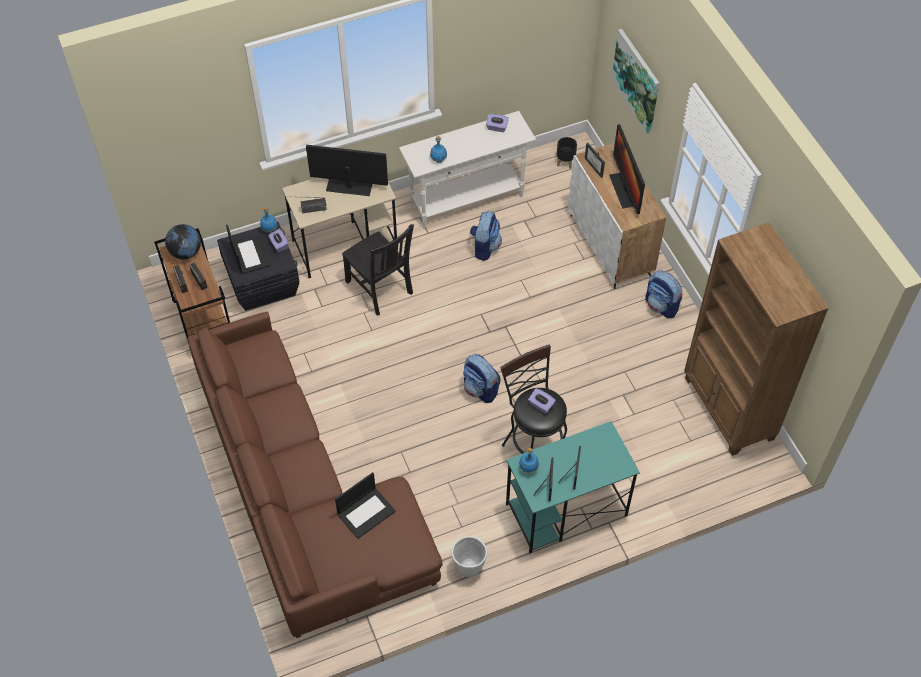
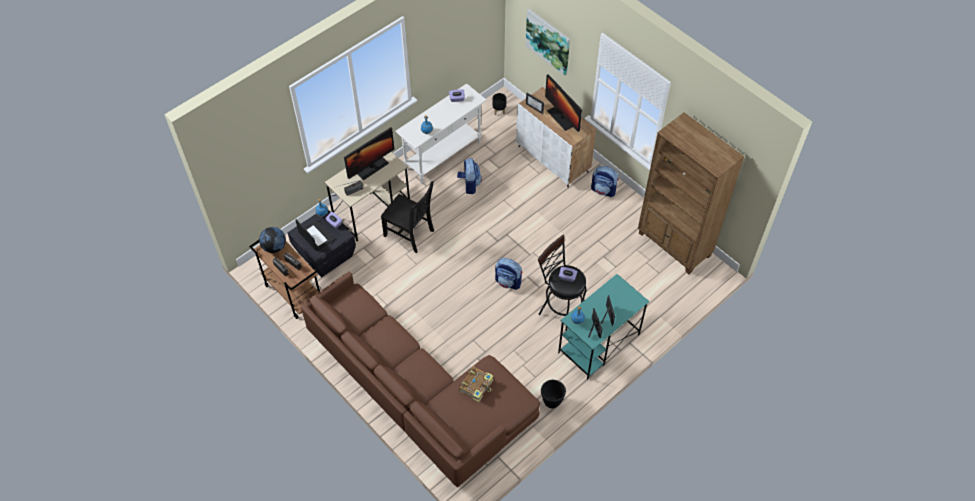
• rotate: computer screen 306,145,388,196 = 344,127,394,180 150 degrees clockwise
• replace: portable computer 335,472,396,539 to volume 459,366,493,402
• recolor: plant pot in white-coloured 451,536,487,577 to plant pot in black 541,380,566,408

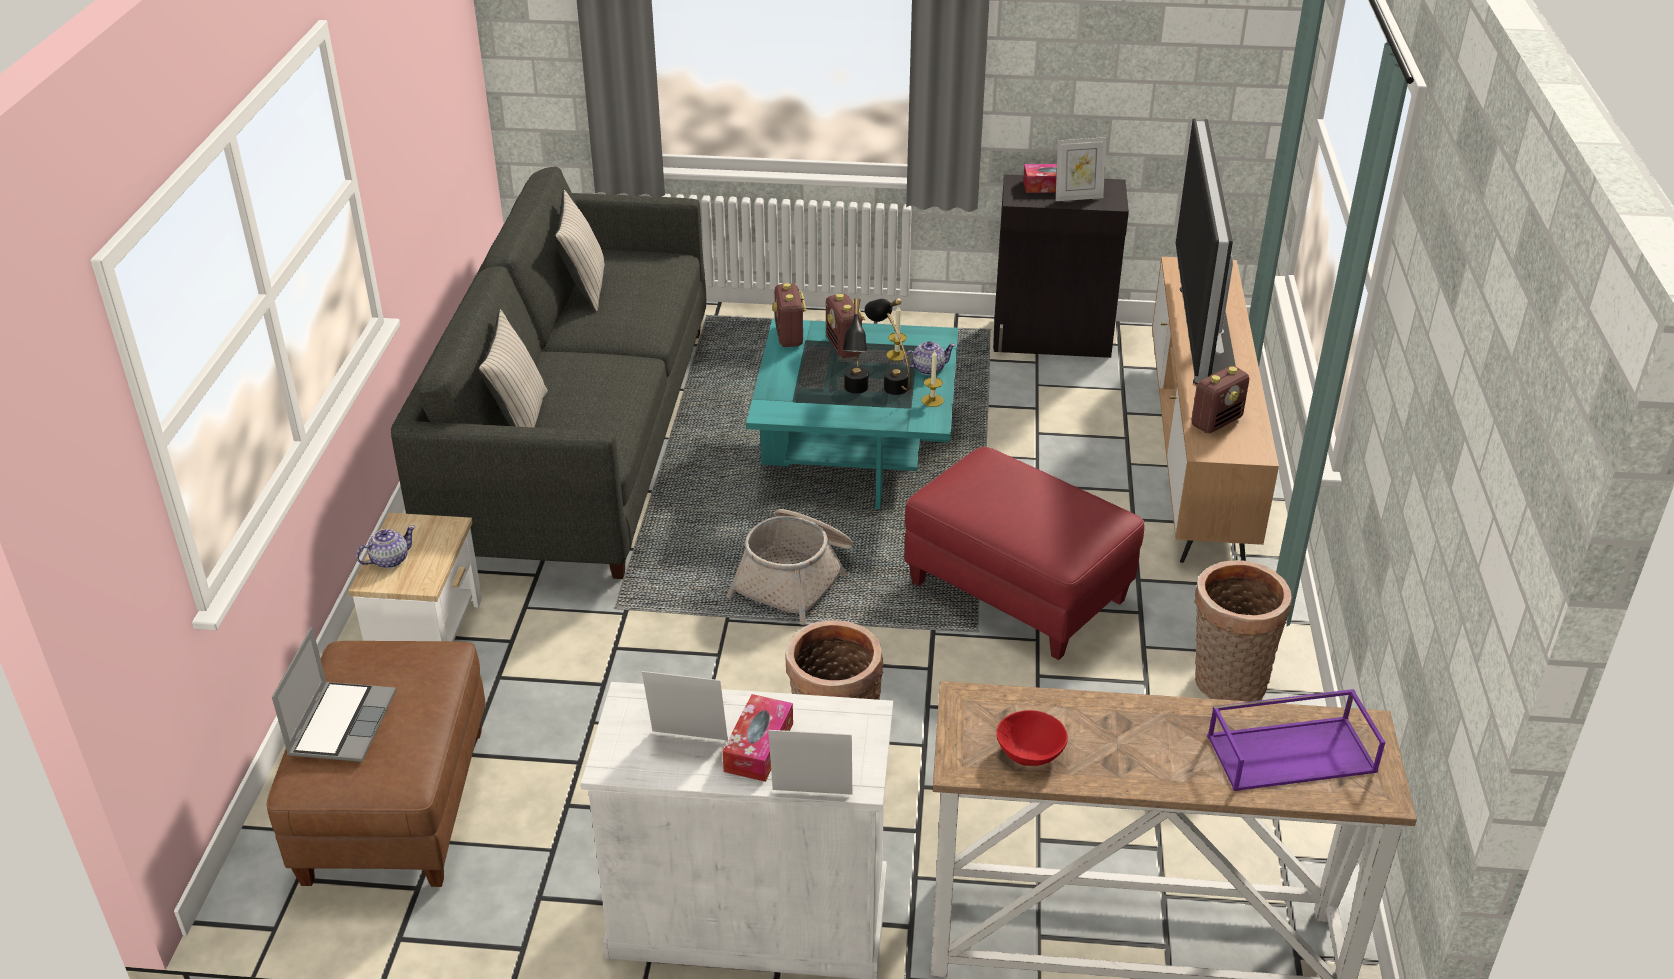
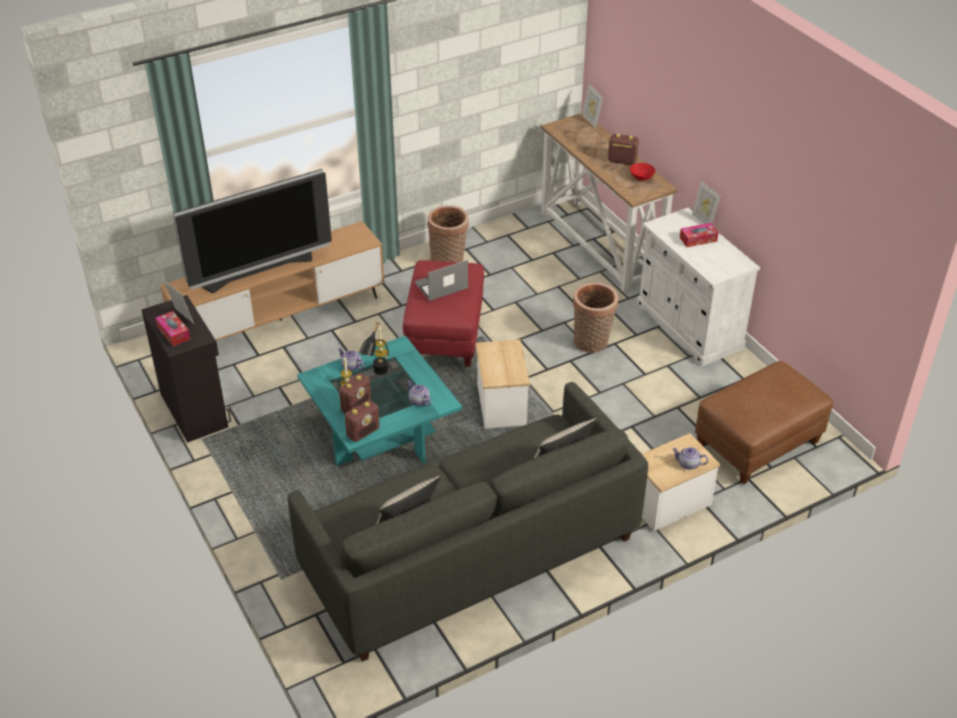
• move: portable computer 272,627,396,762 to 414,260,468,301
• move: standing frame 642,671,728,741 to 582,84,603,128
• replace: storage basket 727,509,853,625 to accent table 476,339,530,429
• delete: lamp for a table in black 843,298,868,394
• move: radio set 1191,366,1249,434 to 608,134,639,165
• delete: tray in purple-coloured 1207,689,1386,791
• insert: pot for tea 407,381,431,406

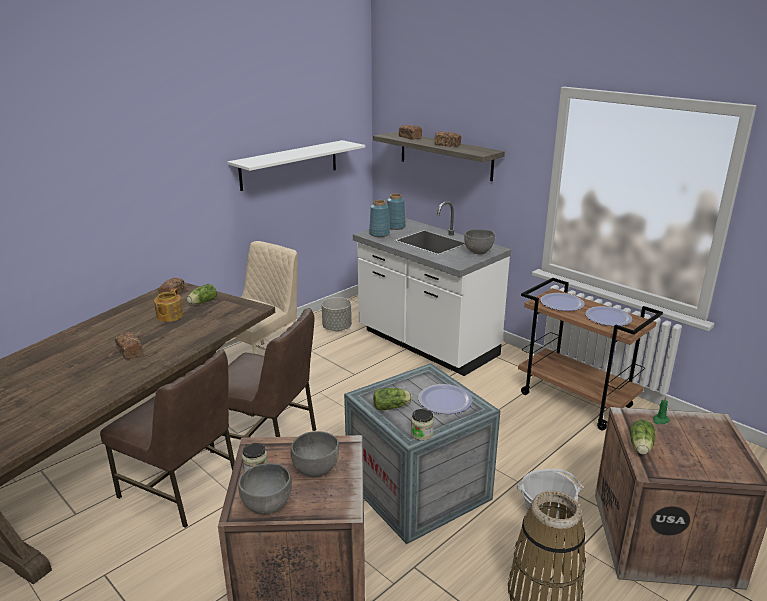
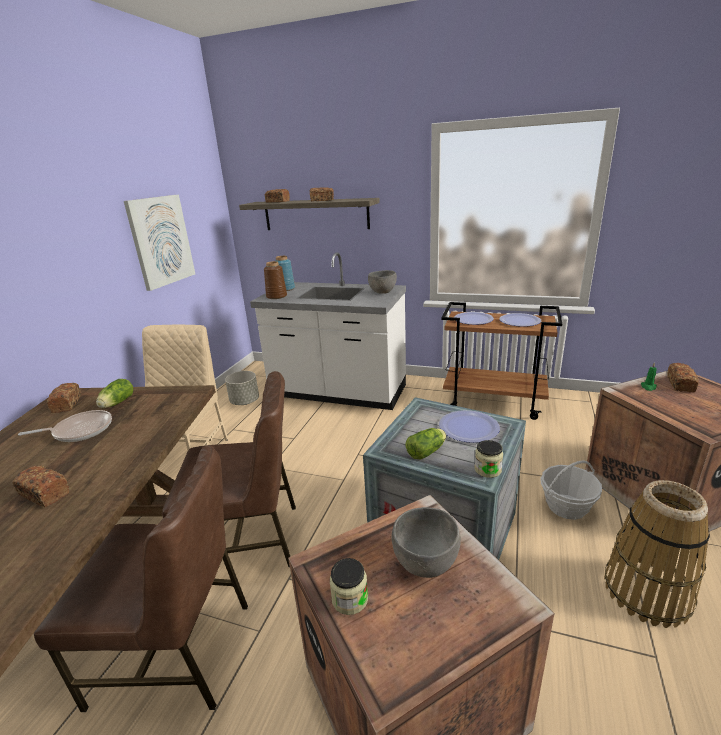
• replace: pot for tea 154,288,183,322 to pan 18,410,112,442
• replace: shelf in white-coloured 227,140,365,191 to picture 124,195,195,291
• delete: serving bowl in grey 238,463,292,515
• recolor: flower vase in bluish 369,200,390,237 to flower vase in brownish 264,261,287,299
• delete: head of lettuce 630,420,655,455
• insert: baked bread 667,363,699,393

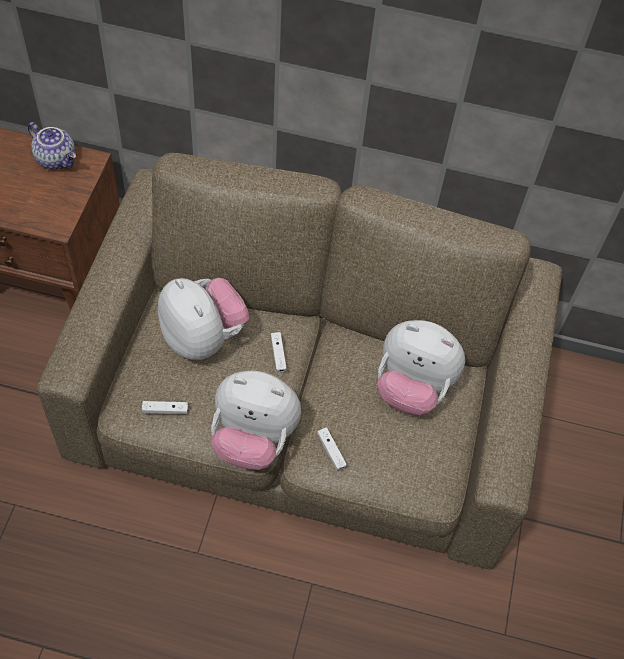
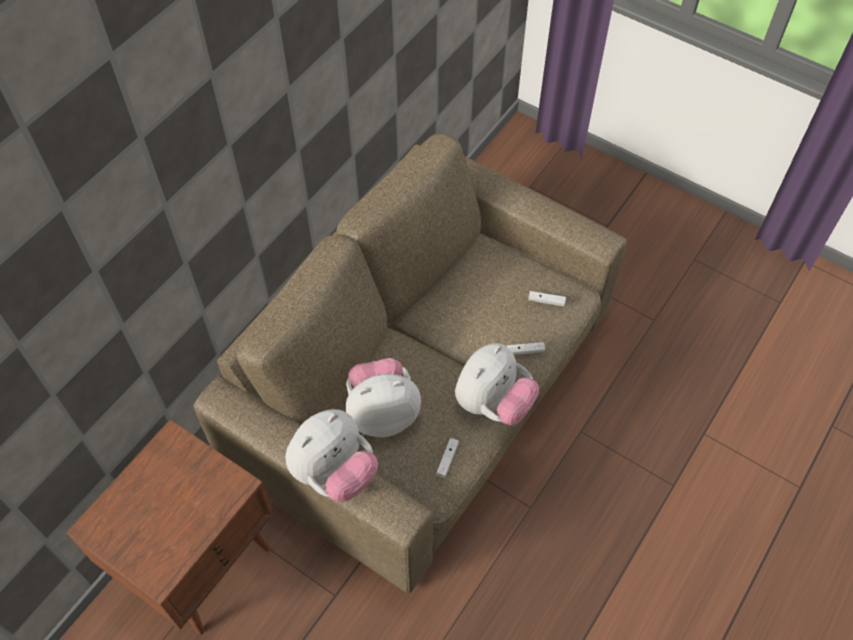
• delete: pot for tea 28,122,76,170
• move: game controller in white-coloured 271,332,287,373 to 528,291,566,306
• move: cuddly toy 378,320,465,415 to 285,409,378,502

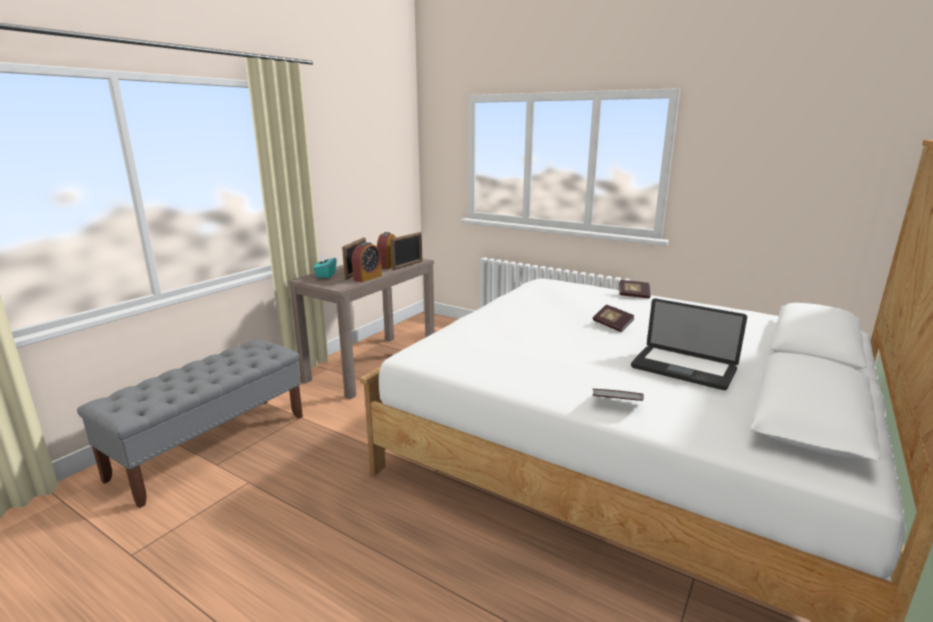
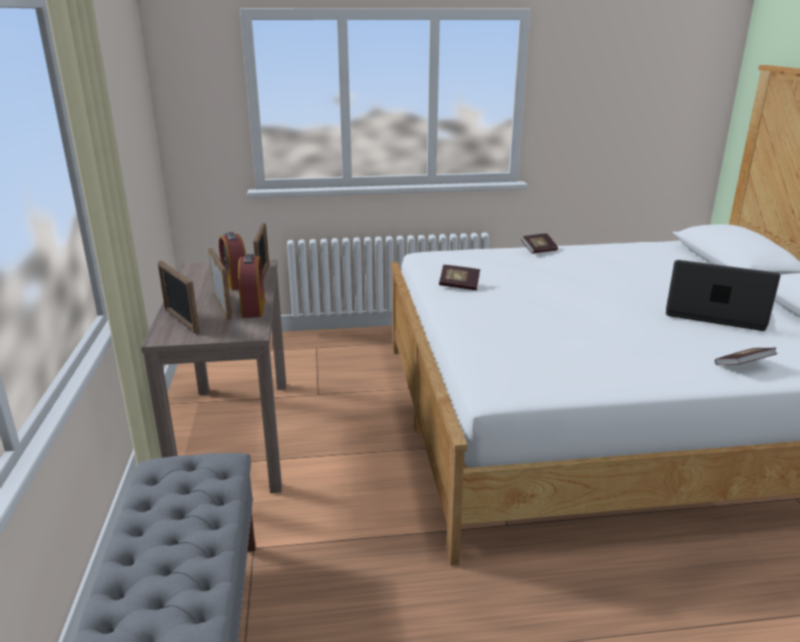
• replace: tissue box in turquoise-coloured 313,254,337,278 to standing frame 158,261,200,334
• move: volume 593,305,635,332 to 439,265,480,290
• rotate: portable computer 631,298,747,390 = 666,260,780,331 150 degrees counterclockwise

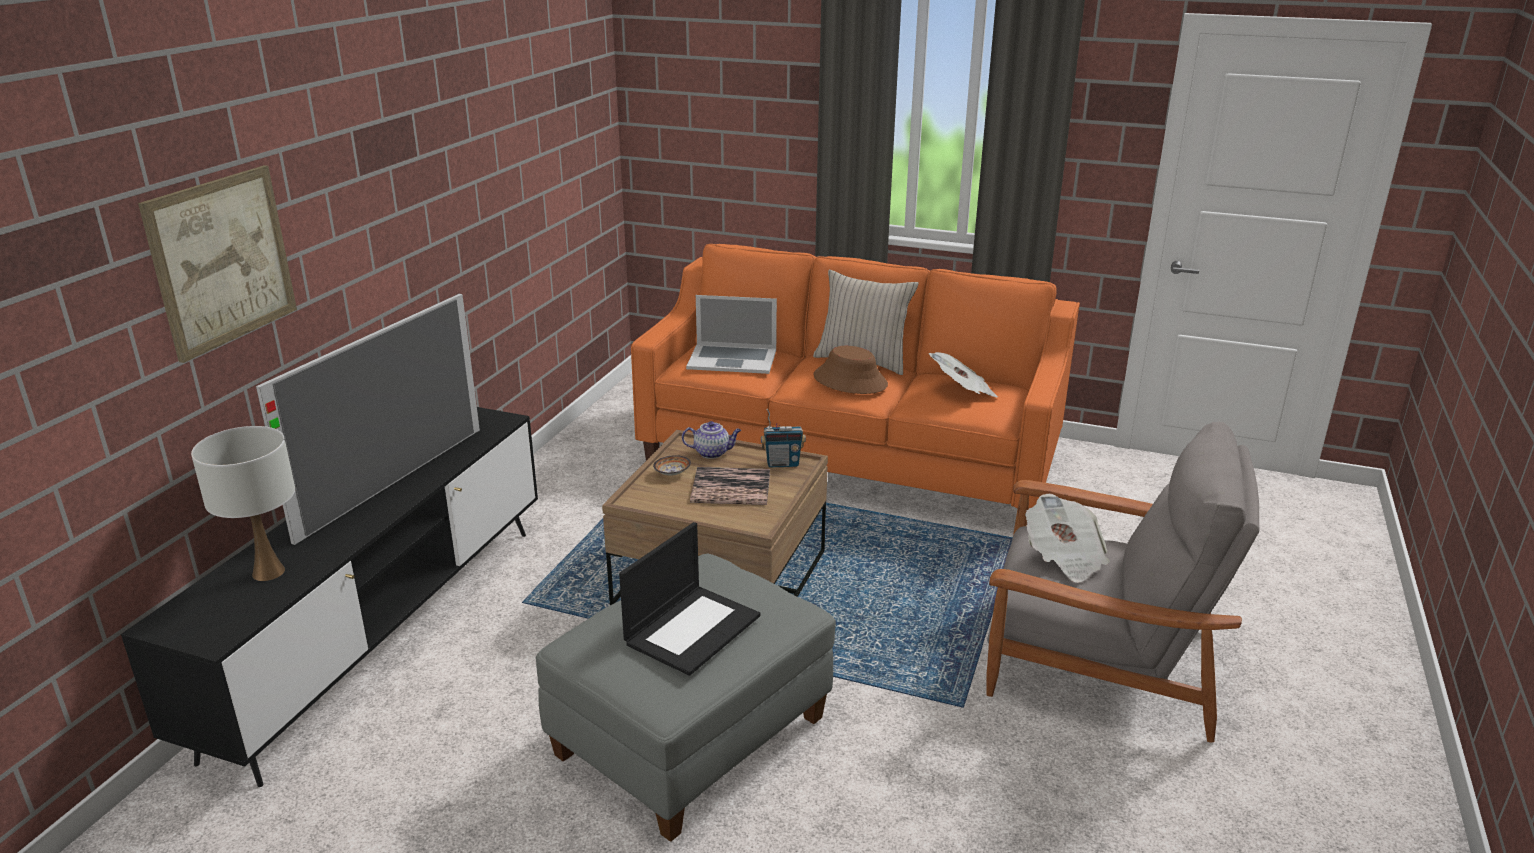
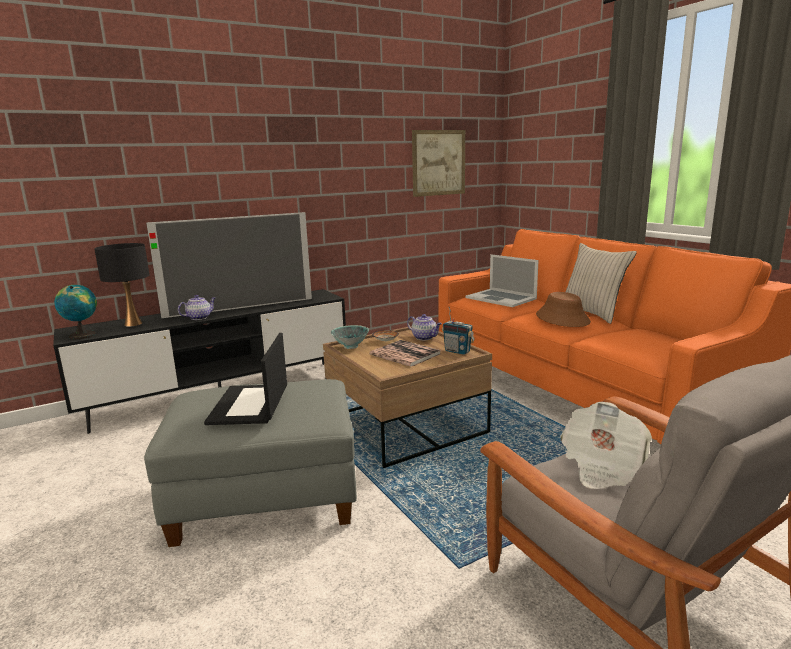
• move: picture 138,165,297,363 to 412,130,465,197
• recolor: lamp for a table in white-coloured 191,426,295,581 to lamp for a table in black 94,243,150,327
• rotate: portable computer 619,522,760,676 = 204,333,287,425 105 degrees clockwise
• delete: printed paper 929,352,998,397
• insert: globe 54,285,97,339
• insert: pot for tea 178,295,215,320
• insert: serving bowl 331,325,369,349

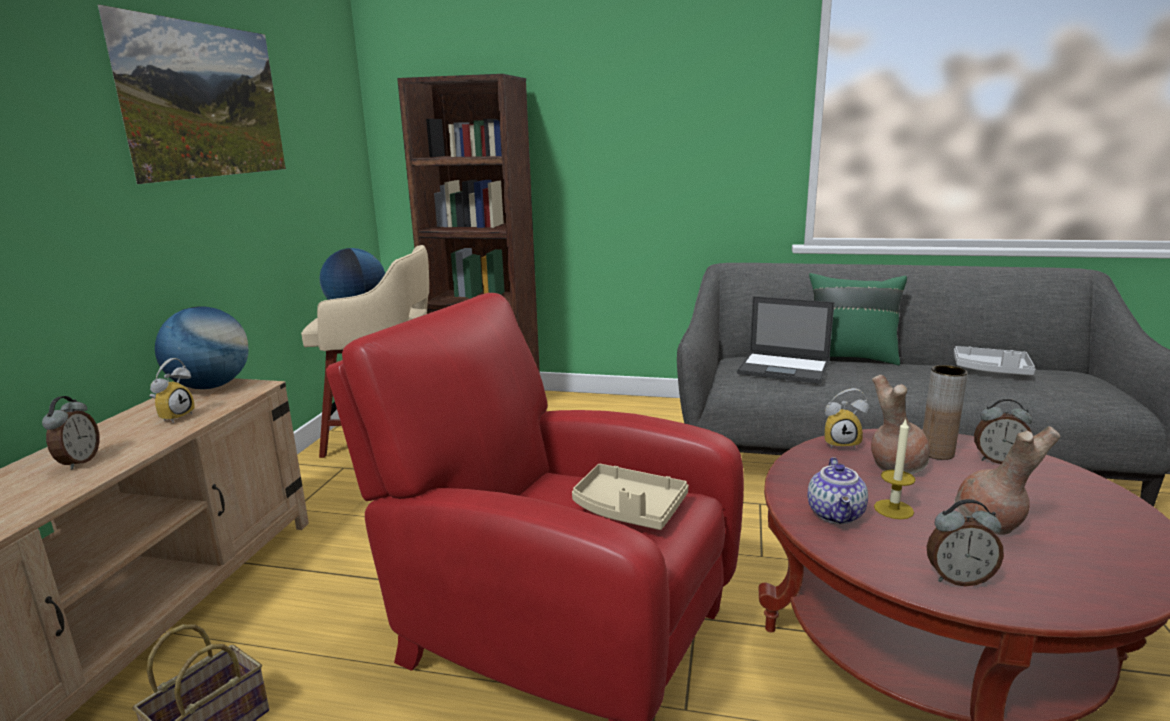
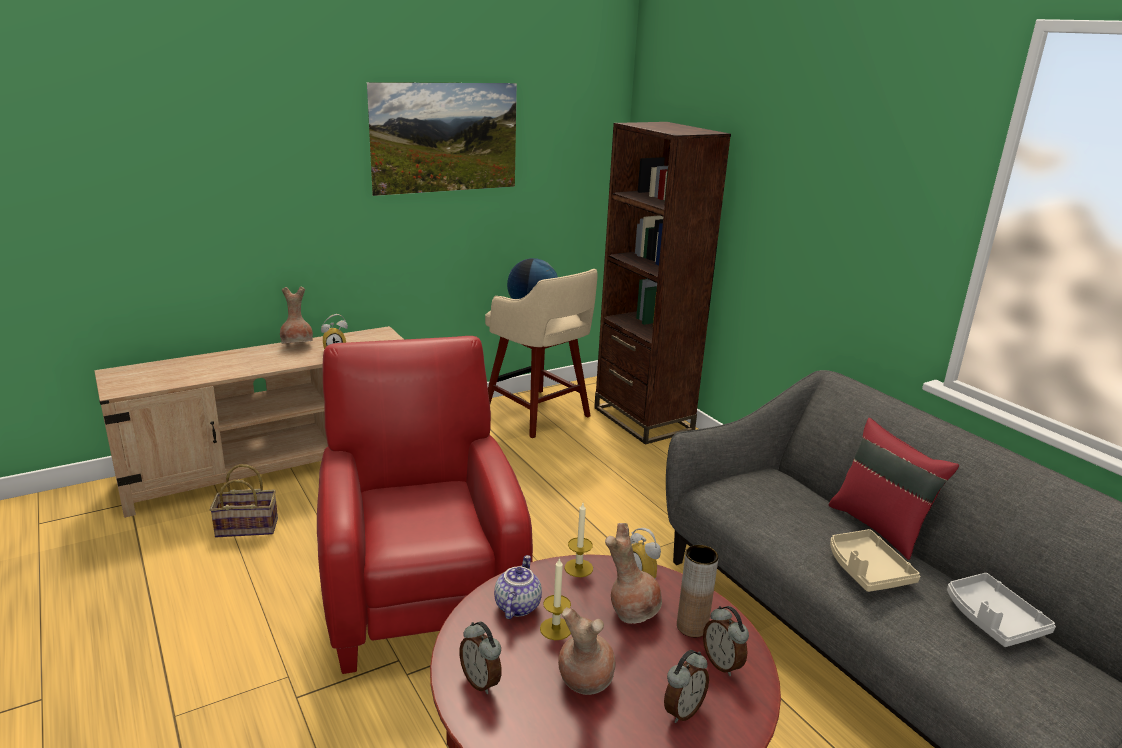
• move: table clock 42,396,100,470 to 664,650,709,723
• delete: globe 155,306,249,389
• move: tray in beige 572,464,688,530 to 830,529,920,592
• delete: portable computer 737,296,834,384
• rotate: pot for tea 808,457,868,524 = 494,555,542,619 135 degrees clockwise
• recolor: pillow in green-coloured 809,273,907,365 to pillow in red 828,418,959,560
• insert: flower vase in brownish 280,286,313,344
• insert: wax light 565,503,593,577

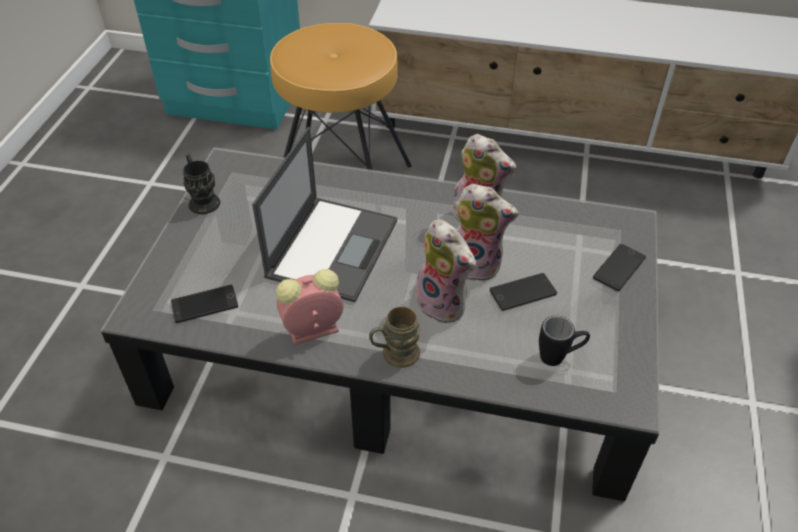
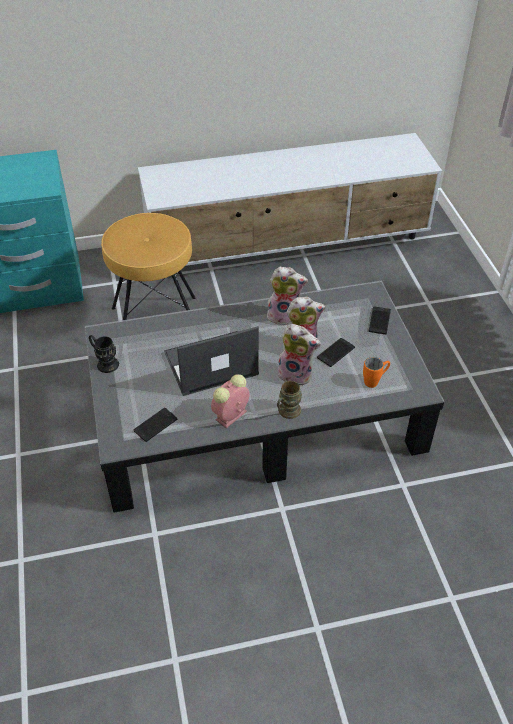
• rotate: portable computer 252,127,397,302 = 164,326,259,396 105 degrees counterclockwise
• recolor: tea mug in black 539,316,590,366 to tea mug in orangey 363,357,390,388

